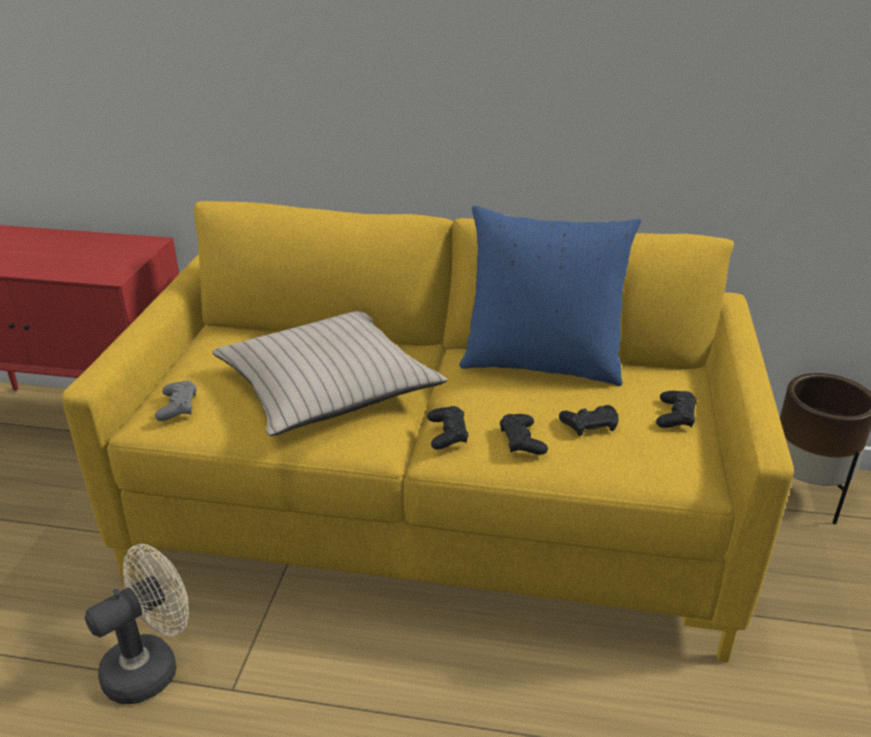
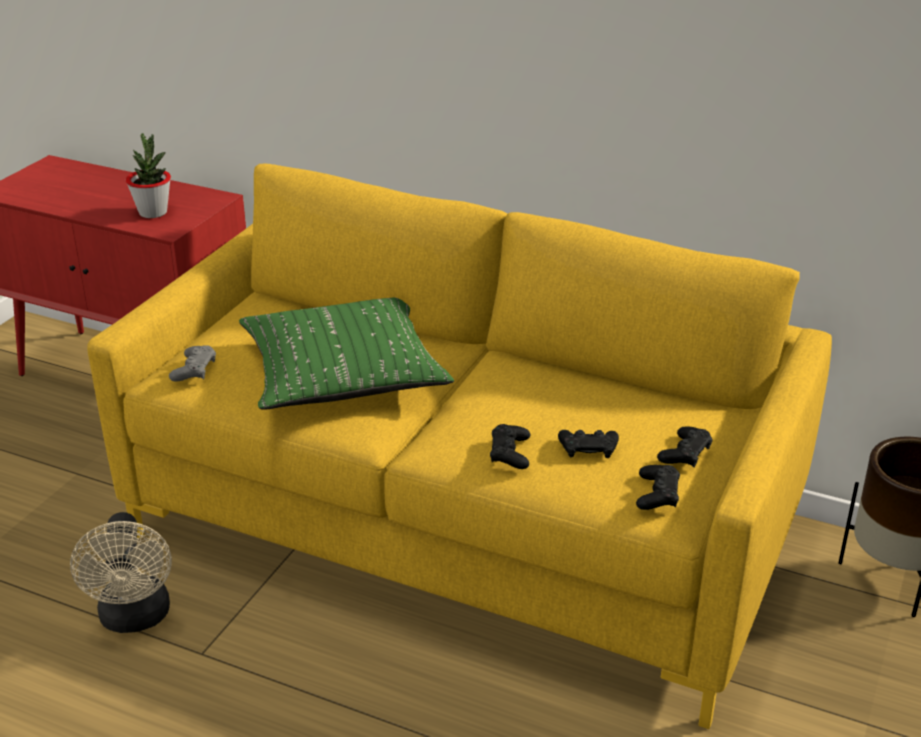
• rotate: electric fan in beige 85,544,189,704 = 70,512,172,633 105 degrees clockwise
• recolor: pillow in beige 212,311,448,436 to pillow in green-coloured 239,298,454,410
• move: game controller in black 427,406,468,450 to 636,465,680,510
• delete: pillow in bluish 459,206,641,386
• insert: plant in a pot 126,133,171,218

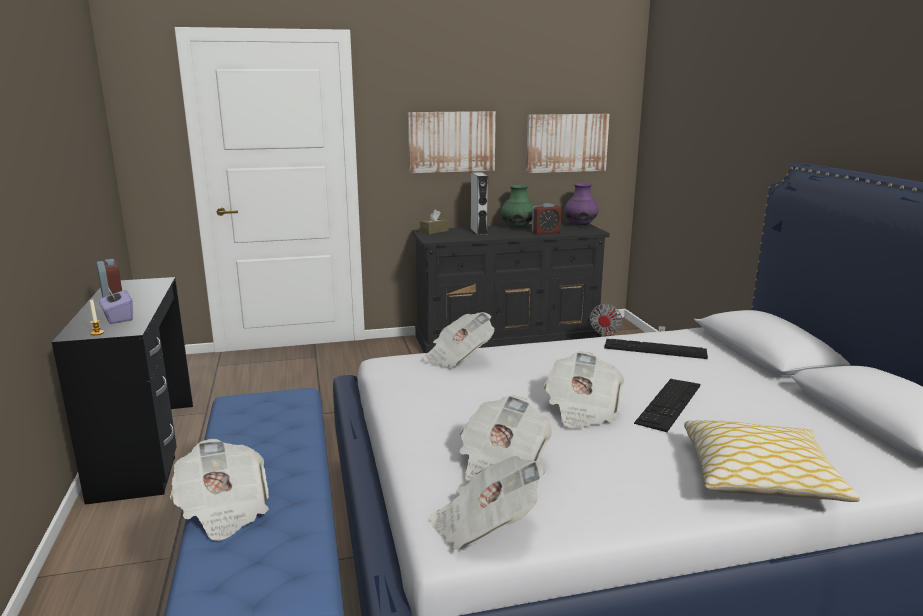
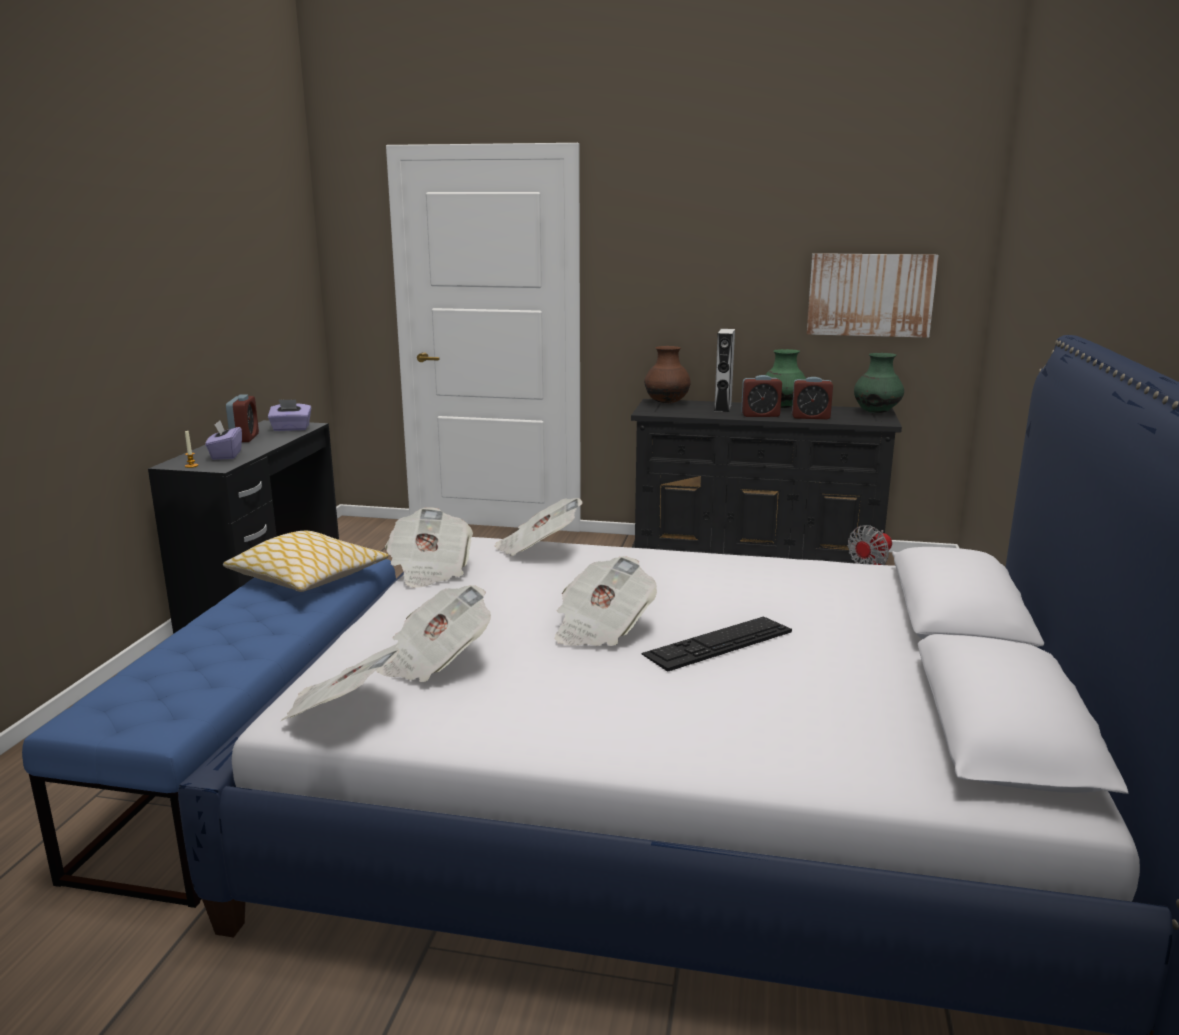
• move: printed paper 170,439,269,541 to 385,507,473,588
• delete: picture 408,111,496,173
• replace: tissue box in brownish 420,210,449,235 to flower vase in brownish 644,346,691,404
• recolor: flower vase in purple-coloured 564,183,599,225 to flower vase in green-coloured 854,353,904,413
• delete: PC keyboard 604,339,708,359
• move: pillow 684,420,860,502 to 223,531,389,592
• insert: tissue box in purple-coloured 268,400,311,431
• insert: table clock 741,375,782,417

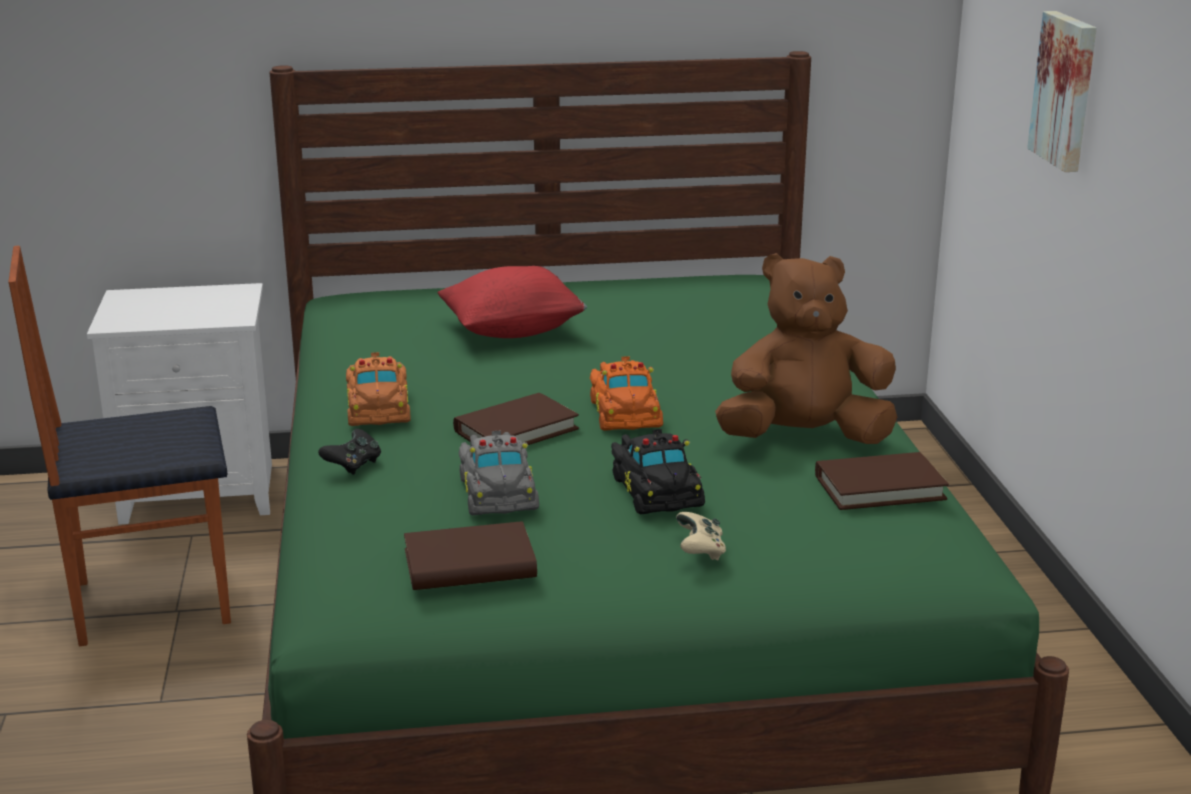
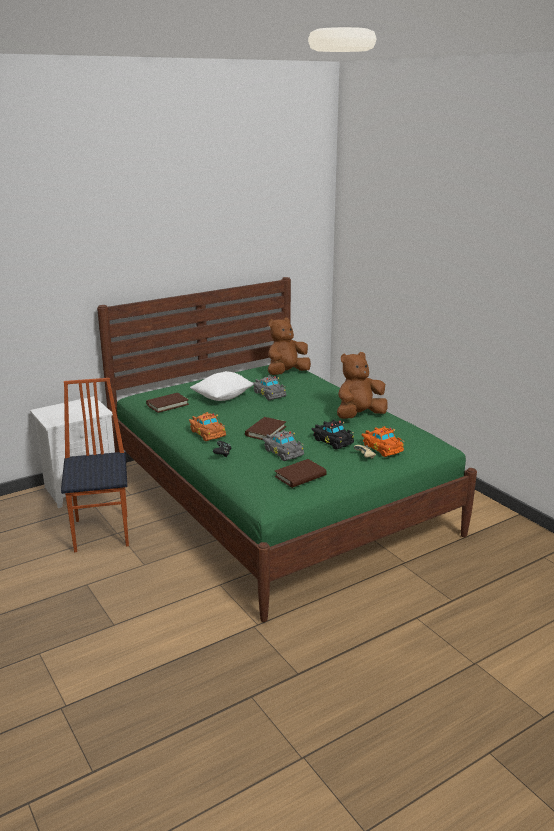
• rotate: plain chair 9,245,231,647 = 61,378,129,552 120 degrees clockwise
• recolor: pillow in red 438,266,587,338 to pillow in white-coloured 190,371,254,401
• move: model car in orangey 590,356,663,431 to 362,426,404,457
• move: volume in brownish 815,452,949,510 to 146,393,189,413
• delete: picture 1027,11,1097,172
• insert: model car in grey 252,375,286,400
• insert: cuddly toy in brownish 268,317,311,375

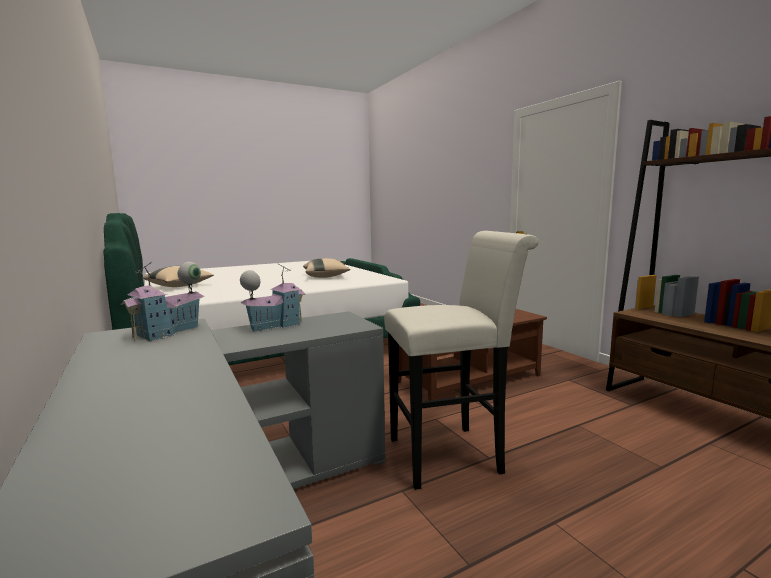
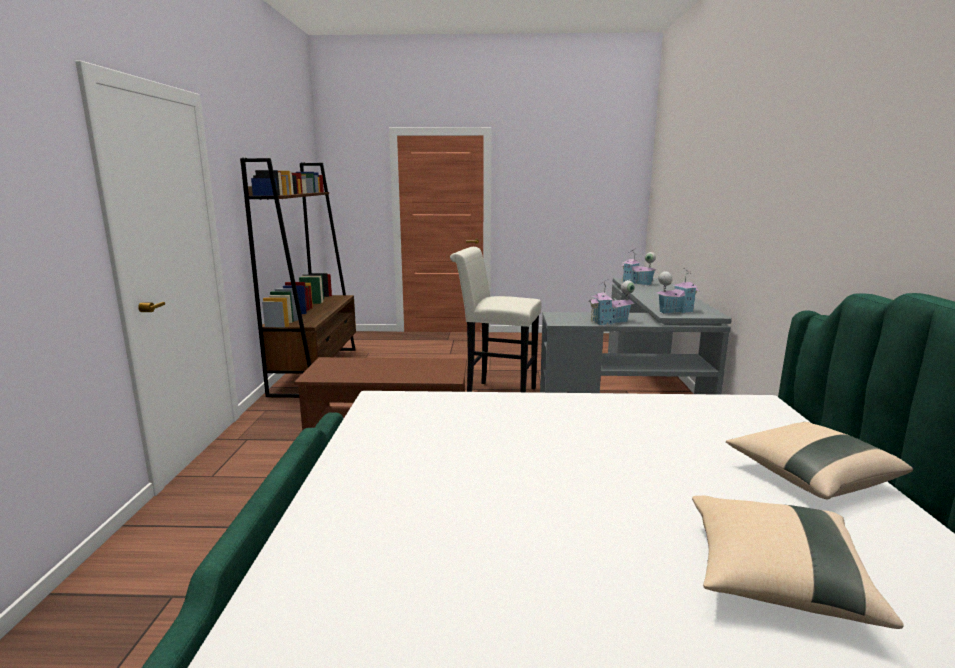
• move: pillow in beige 303,258,351,278 to 692,495,904,629
• insert: toy house 621,249,656,286

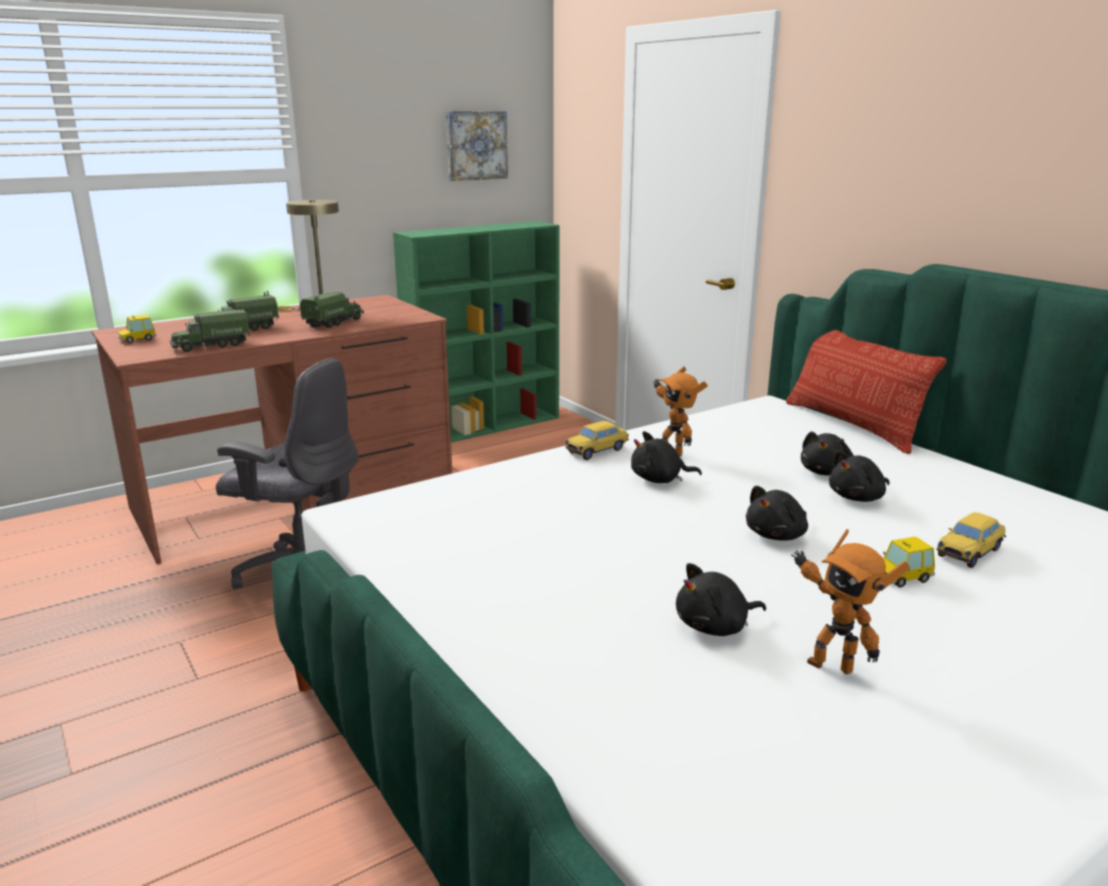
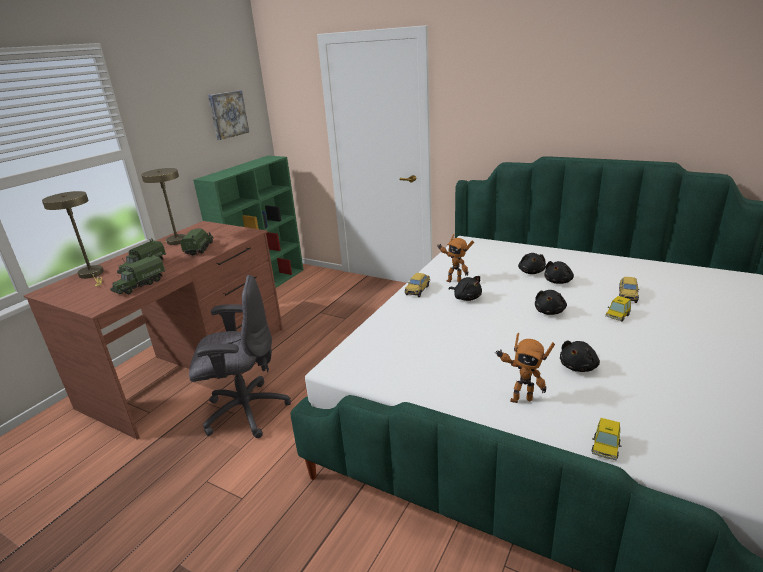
• move: model car 118,315,156,343 to 592,418,621,460
• rotate: cuddly toy in black 631,431,702,483 = 448,276,482,301 105 degrees counterclockwise
• delete: pillow 786,330,947,454
• move: robot figure 791,529,910,674 to 495,333,555,403
• insert: lamp for a table in beige 42,191,104,286

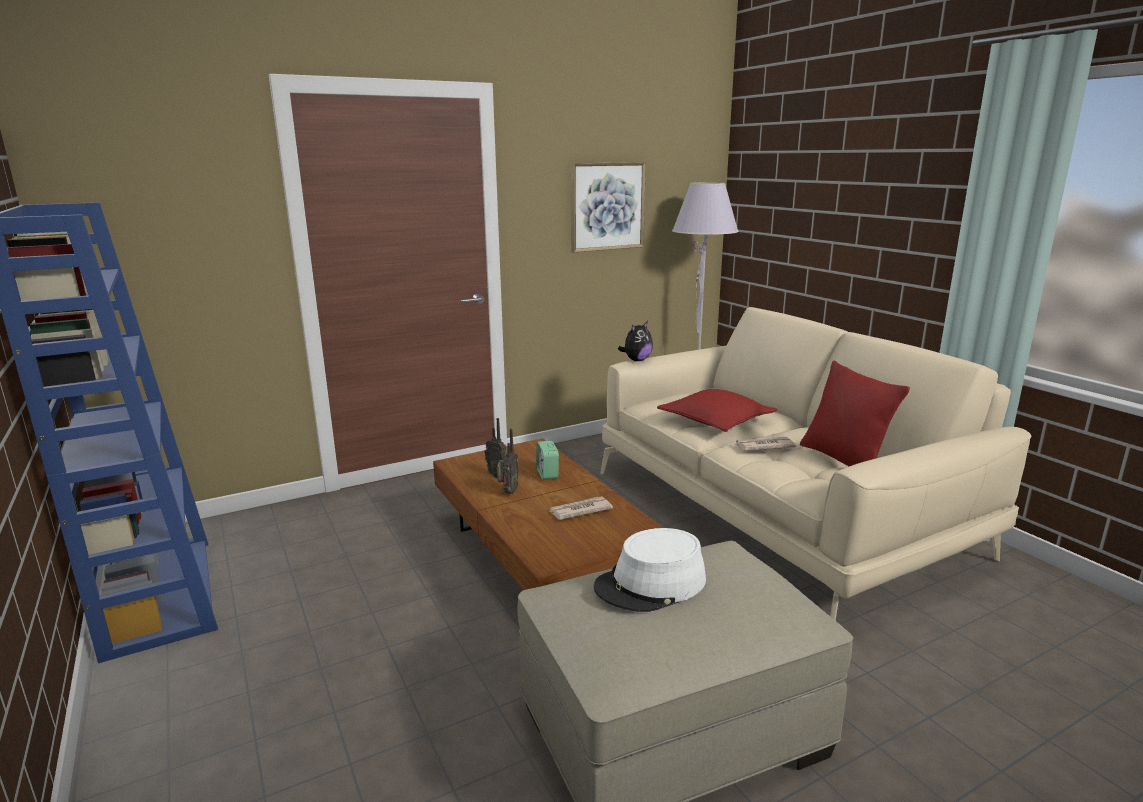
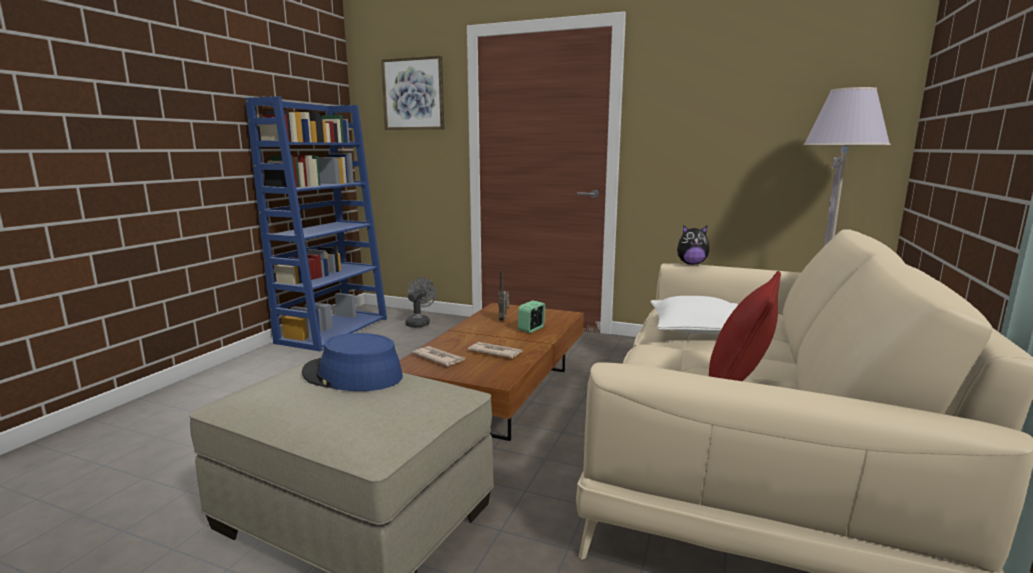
• delete: radio set 497,429,519,494
• move: picture 571,162,646,252 to 381,55,444,130
• recolor: hat in white-coloured 594,528,706,612 to hat in bluish 302,333,403,391
• recolor: pillow in red 657,389,777,432 to pillow in white-coloured 650,296,738,335
• move: printed paper 736,437,796,451 to 412,346,465,366
• insert: electric fan in grey 405,277,436,327

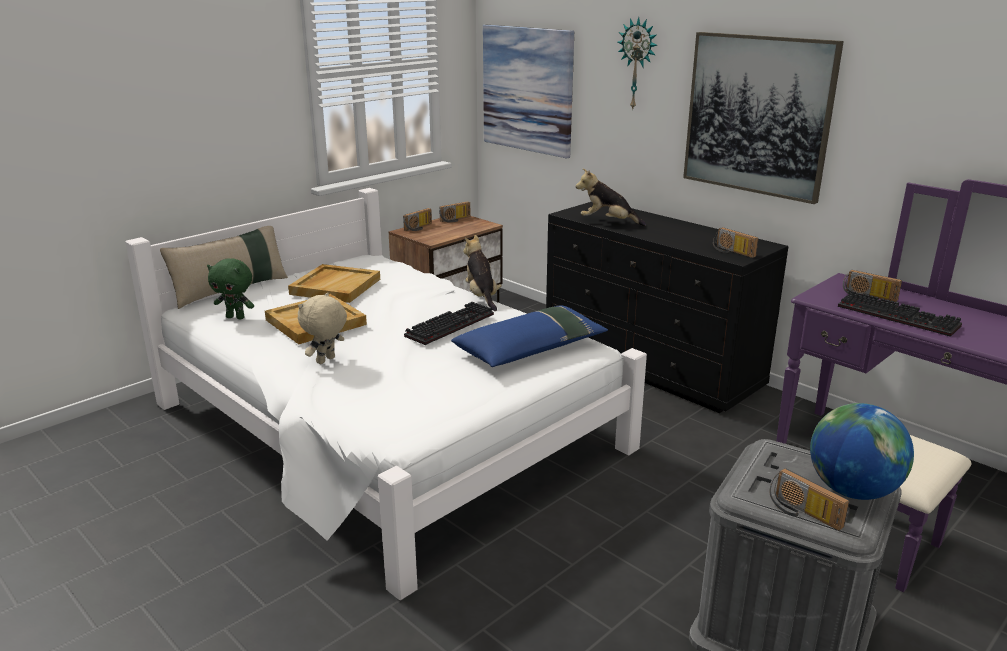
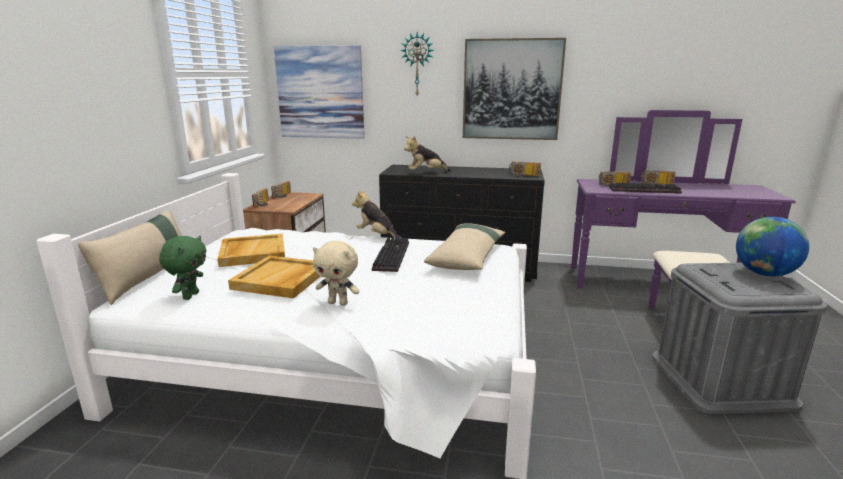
• rotate: cuddly toy in green-coloured 207,258,254,319 = 159,236,206,300 60 degrees counterclockwise
• rotate: cuddly toy in beige 298,292,347,364 = 313,241,360,306 75 degrees counterclockwise
• recolor: pillow in bluish 451,305,608,367 to pillow in beige 424,223,505,270
• move: radio set 770,468,849,531 to 641,170,676,185

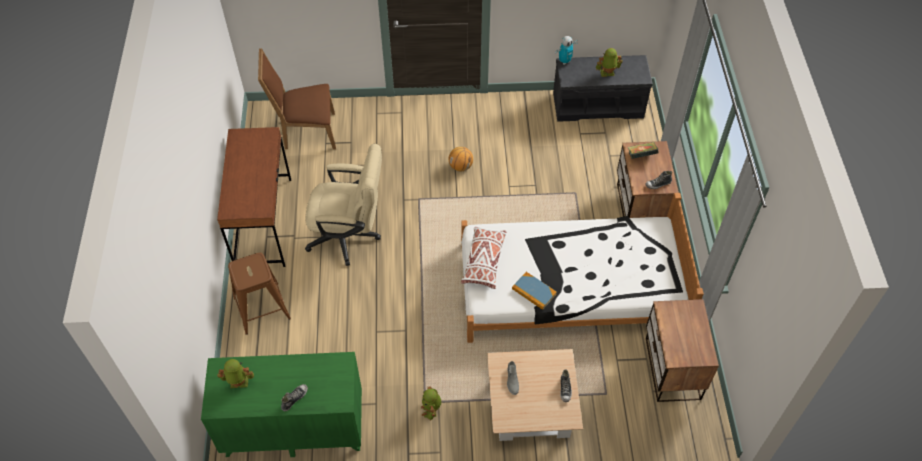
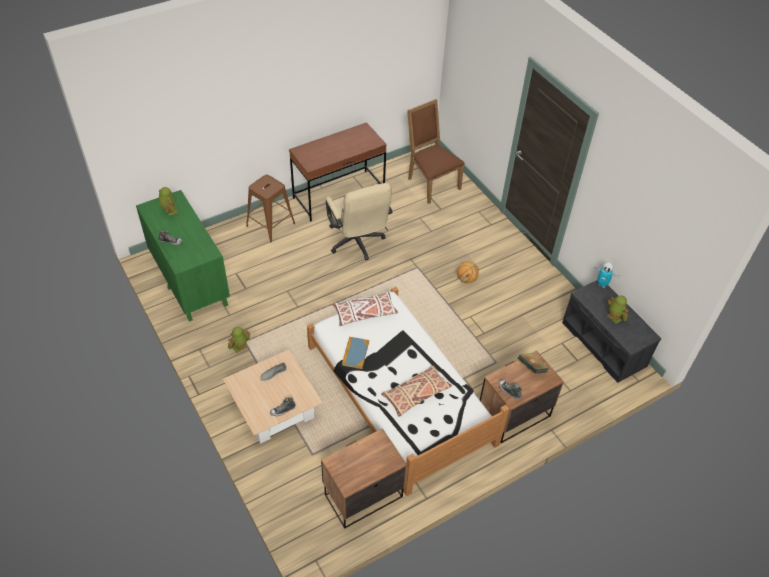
• insert: pillow in beige 381,366,452,417

